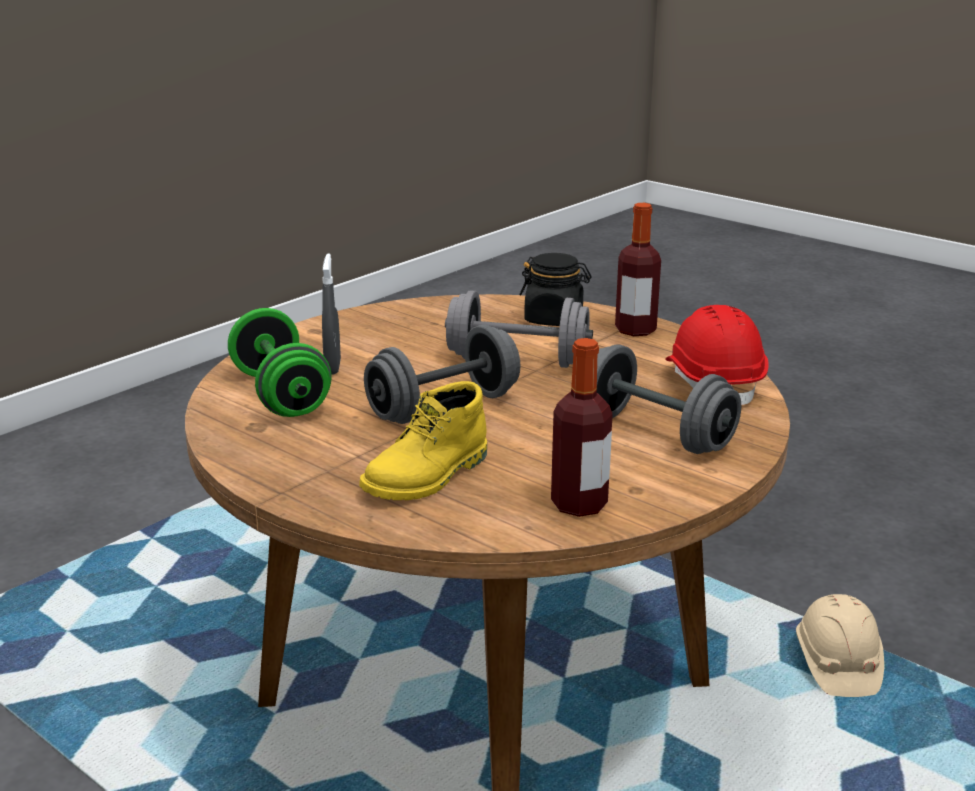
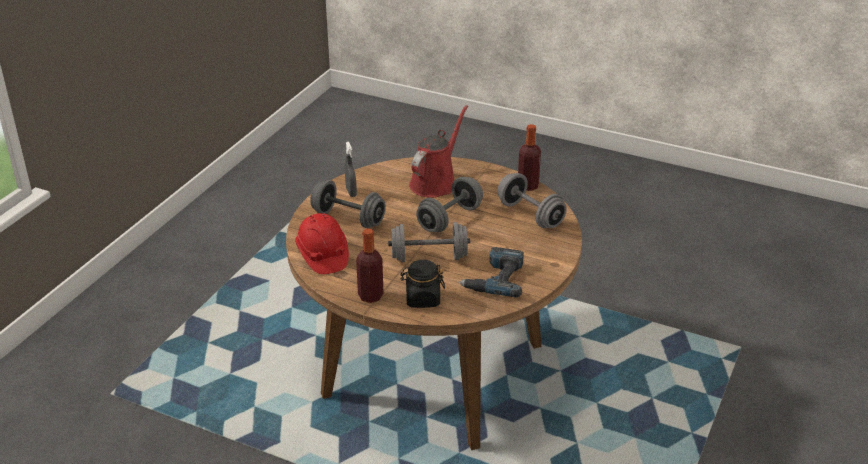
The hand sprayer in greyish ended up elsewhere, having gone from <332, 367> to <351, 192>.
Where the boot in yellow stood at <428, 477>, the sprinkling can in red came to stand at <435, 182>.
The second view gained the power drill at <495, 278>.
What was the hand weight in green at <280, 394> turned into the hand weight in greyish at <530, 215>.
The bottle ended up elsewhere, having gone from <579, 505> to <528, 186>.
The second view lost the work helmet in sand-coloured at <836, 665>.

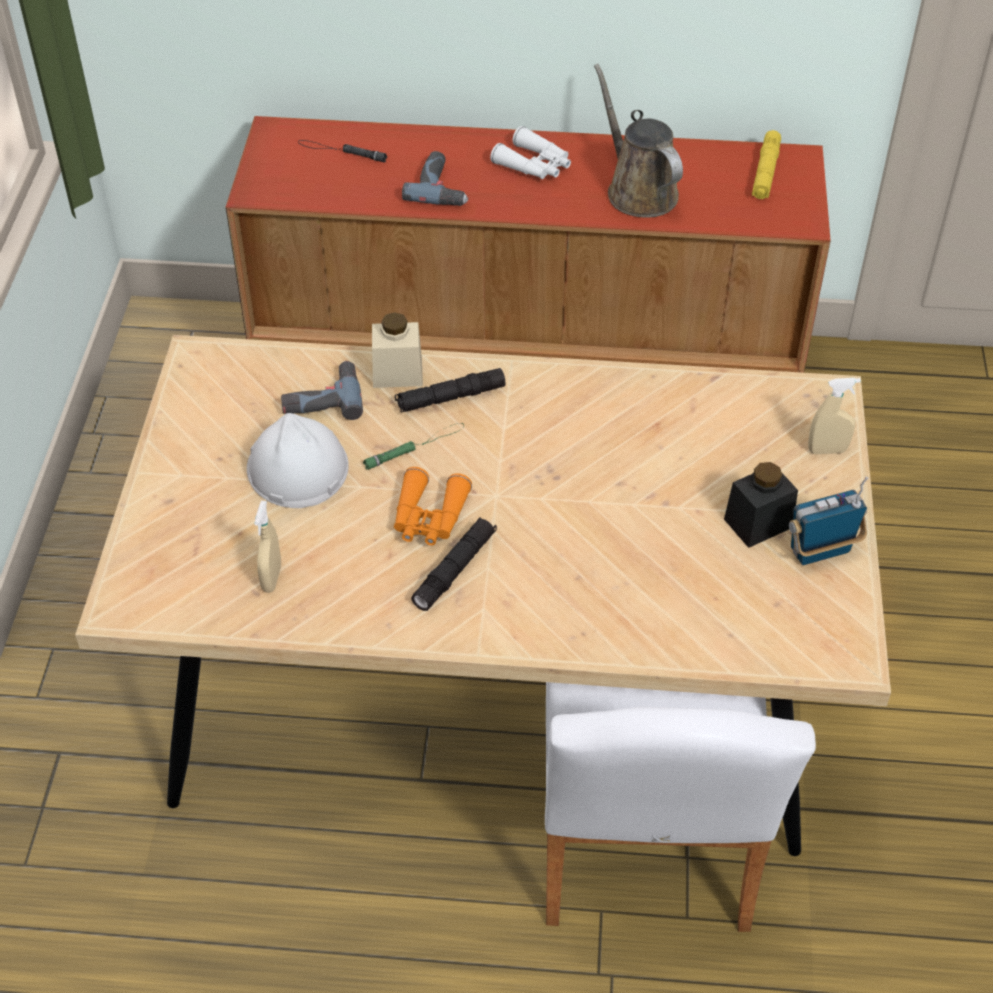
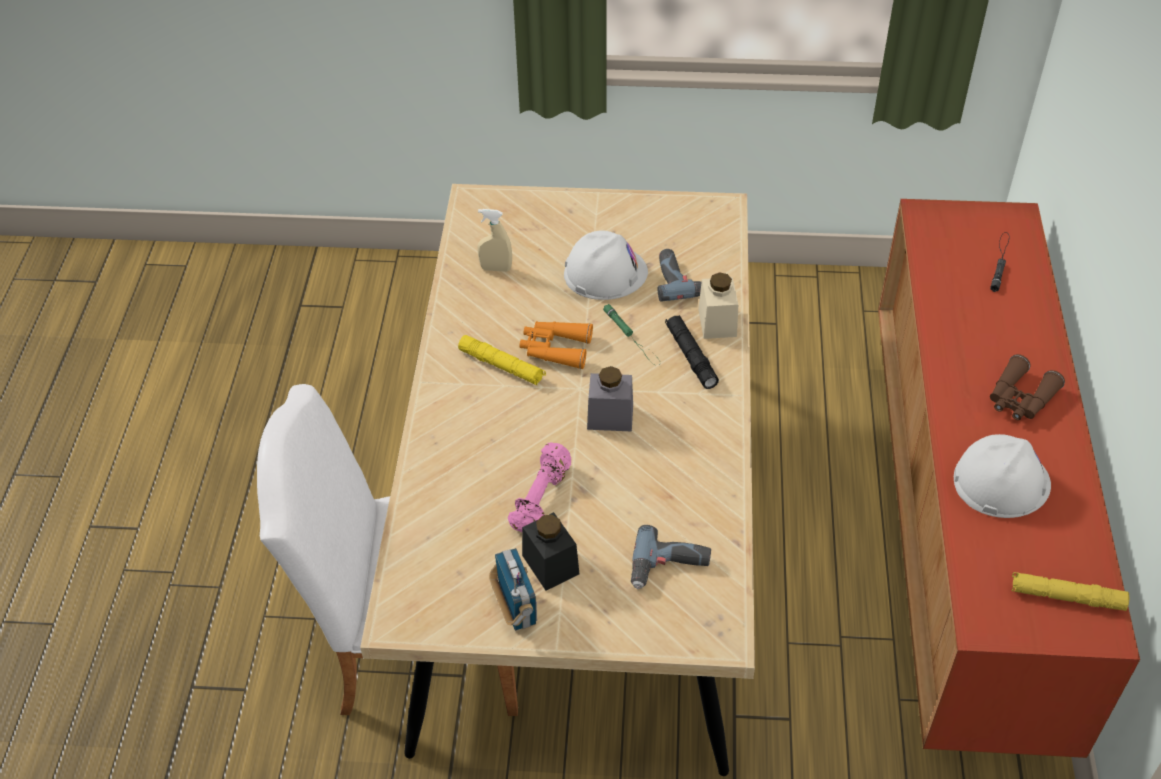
What was the hand torch in black at <455, 569> turned into the hand torch in yellow at <502, 366>.
The second view gained the hand weight in pink at <542, 498>.
The second view gained the preserve jar in greyish at <610, 417>.
The power drill ended up elsewhere, having gone from <441, 187> to <669, 568>.
Where the sprinkling can in brownish stood at <638, 190>, the work helmet in white-coloured came to stand at <1001, 481>.
What was the field glasses in white-coloured at <534, 165> turned into the field glasses in brownish at <1020, 398>.
The second view lost the hand sprayer in sand-coloured at <827, 450>.

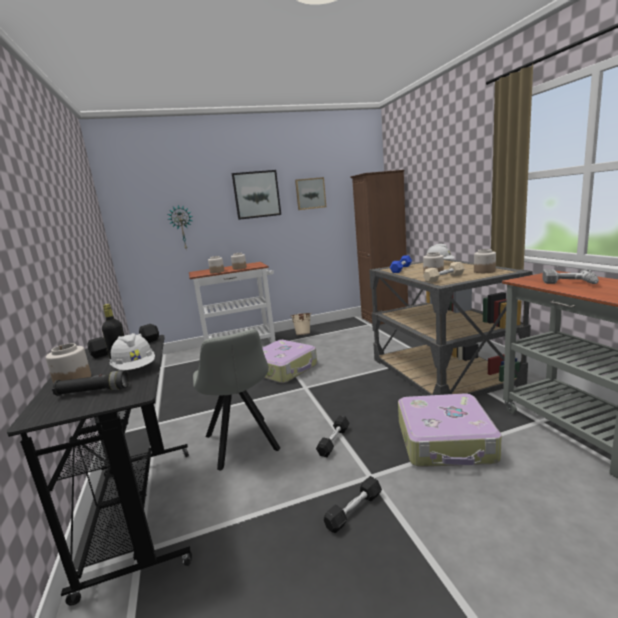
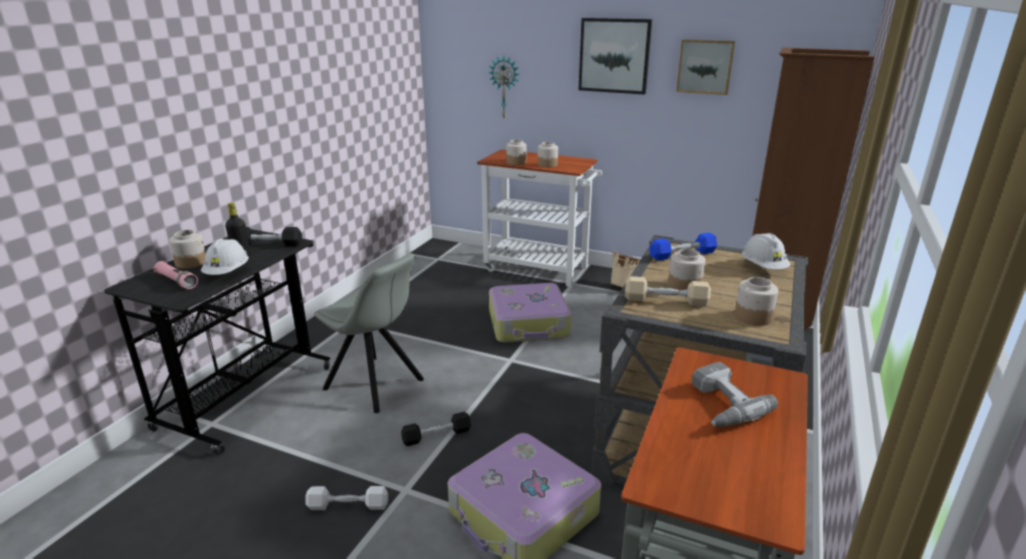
What was the hand torch in black at <93, 392> turned into the hand torch in pink at <177, 281>.
What was the hand weight in black at <354, 510> turned into the hand weight in white-coloured at <348, 505>.
The chair in greyish at <242, 443> ended up facing another way, 75 degrees counterclockwise from before.

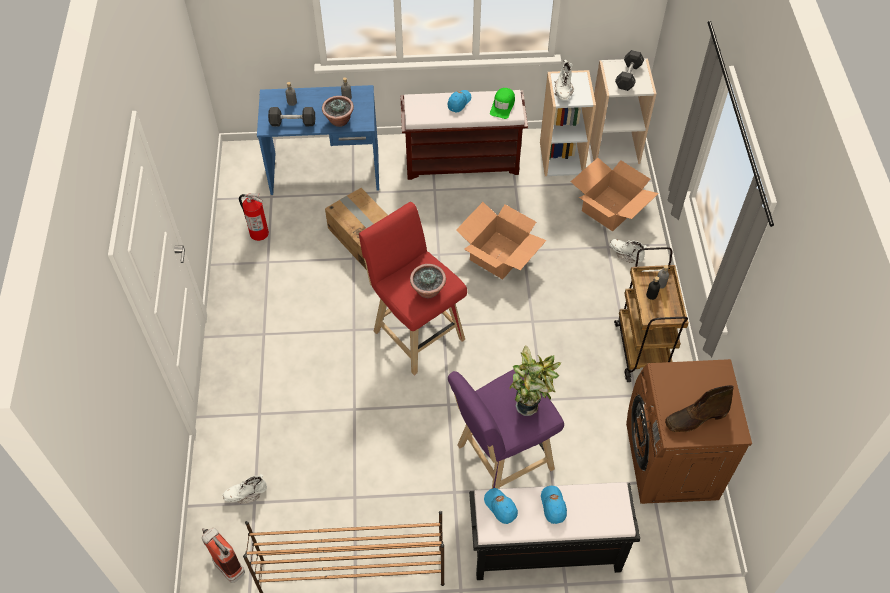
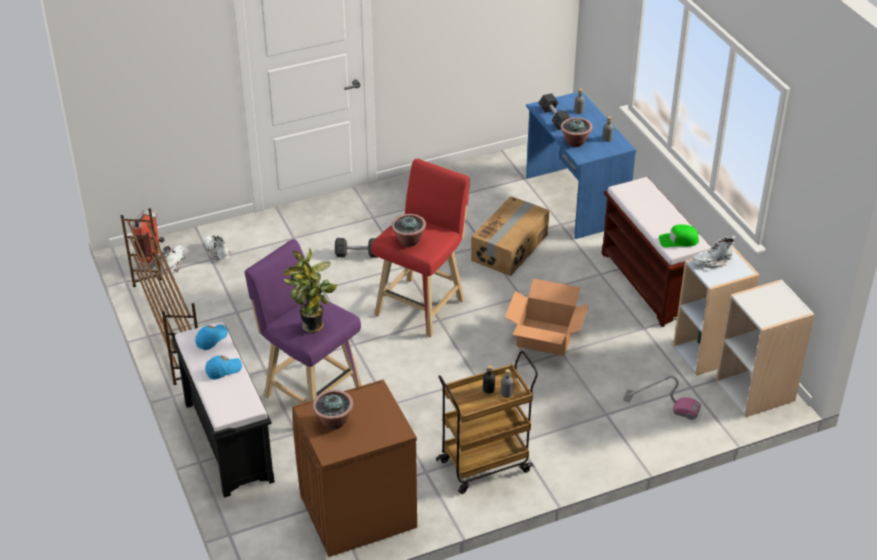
The boot in white-coloured ended up elsewhere, having gone from <626, 254> to <174, 264>.
Where the boot in brownish stood at <695, 418>, the houseplant came to stand at <334, 421>.
The hand weight in greyish ended up elsewhere, having gone from <628, 76> to <357, 254>.
Where the cardboard box stood at <609, 208>, the vacuum came to stand at <661, 405>.
The second view lost the extinguisher at <259, 233>.
The second view lost the cap in blue at <459, 102>.

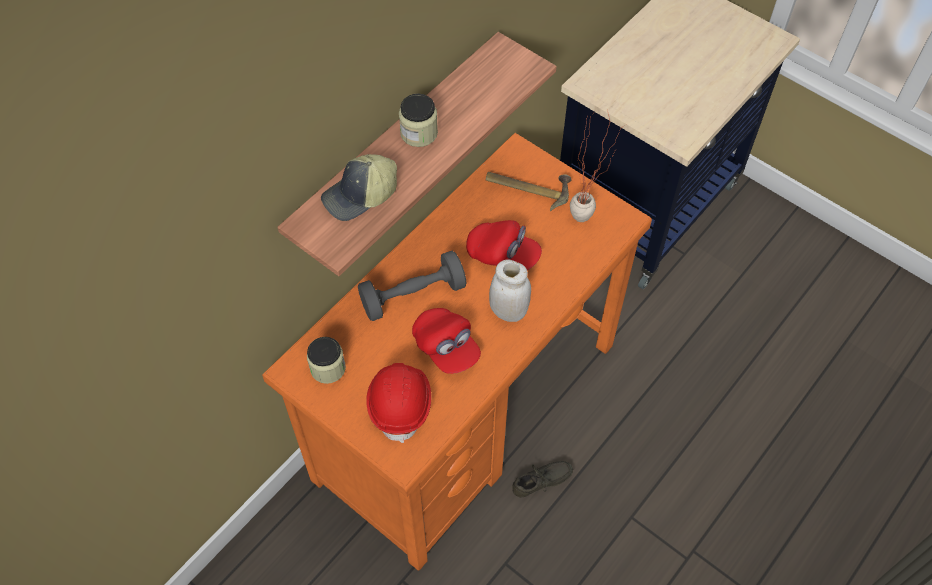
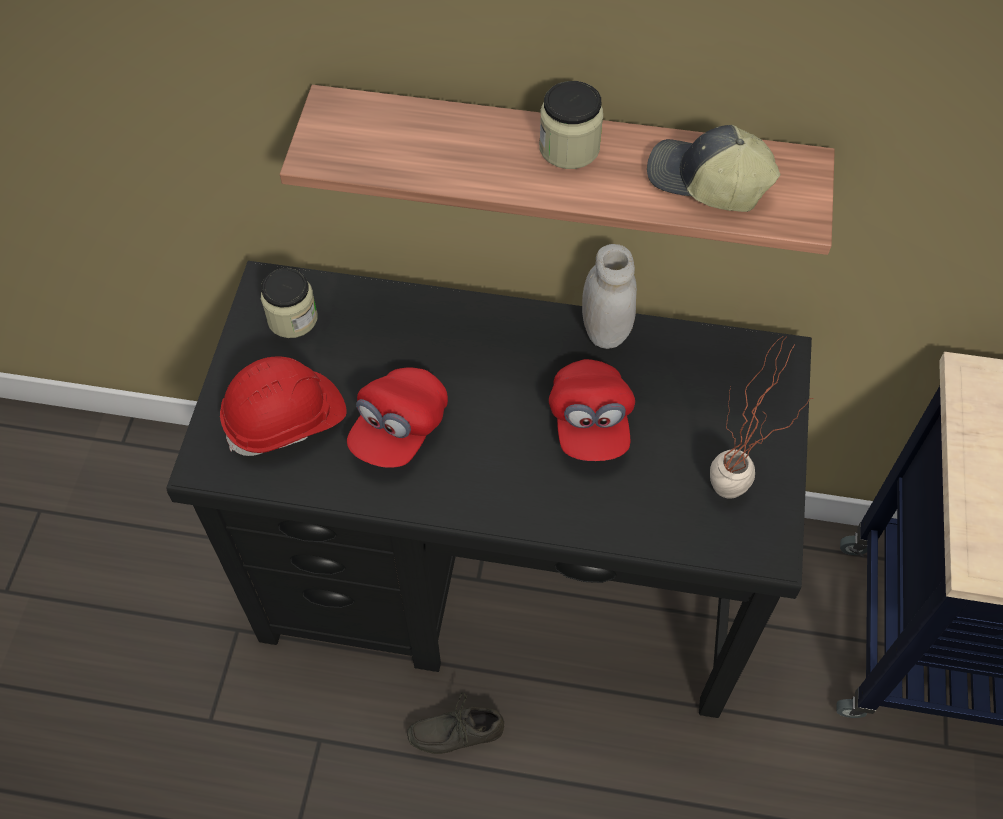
What was the desk in orangey at <465, 409> turned into the desk in black at <503, 580>.
The shoe in greyish at <543, 483> ended up facing another way, 135 degrees clockwise from before.
The preserve jar in white-coloured ended up elsewhere, having gone from <508, 311> to <605, 331>.
The cap ended up elsewhere, having gone from <360, 196> to <707, 182>.
The second view lost the hand weight in greyish at <413, 296>.
The second view lost the tool hammer at <528, 187>.

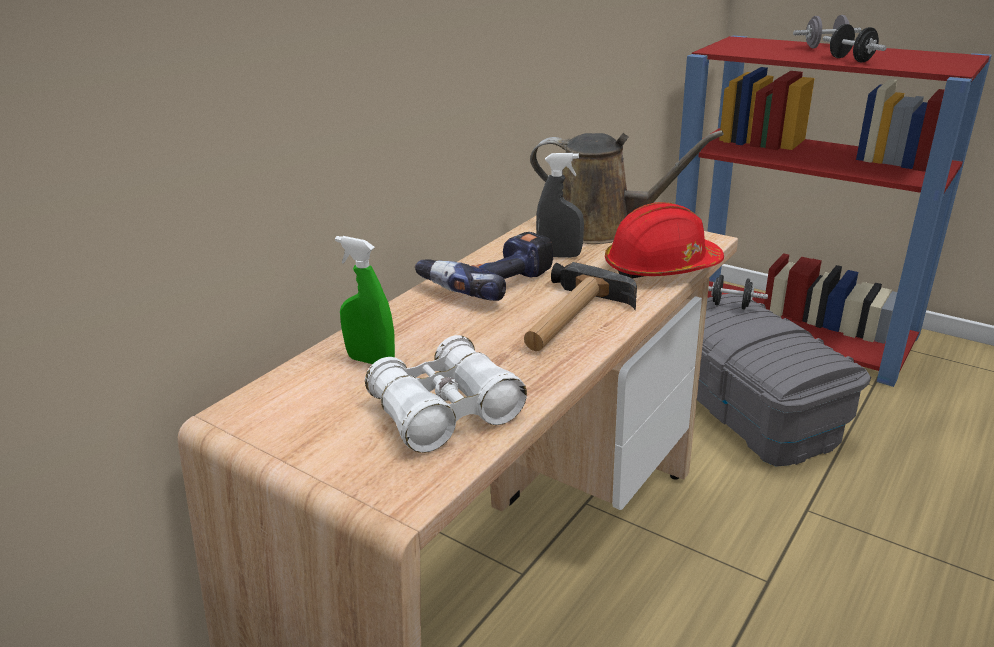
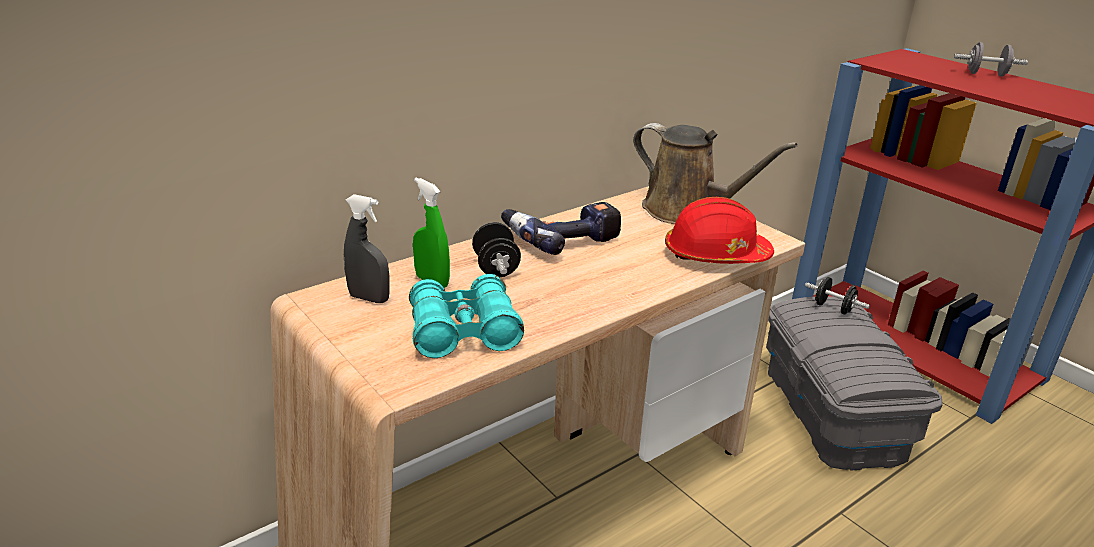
The hand sprayer in greyish ended up elsewhere, having gone from <559, 256> to <369, 298>.
What was the field glasses in white-coloured at <445, 411> turned into the field glasses in turquoise at <464, 332>.
The hand weight in black ended up elsewhere, having gone from <851, 60> to <496, 268>.
The second view lost the tool hammer at <570, 319>.

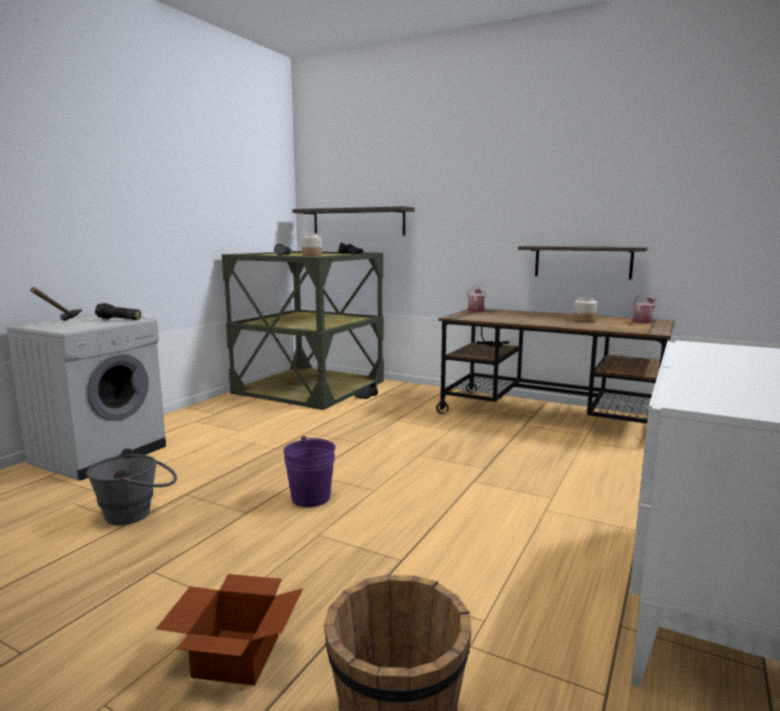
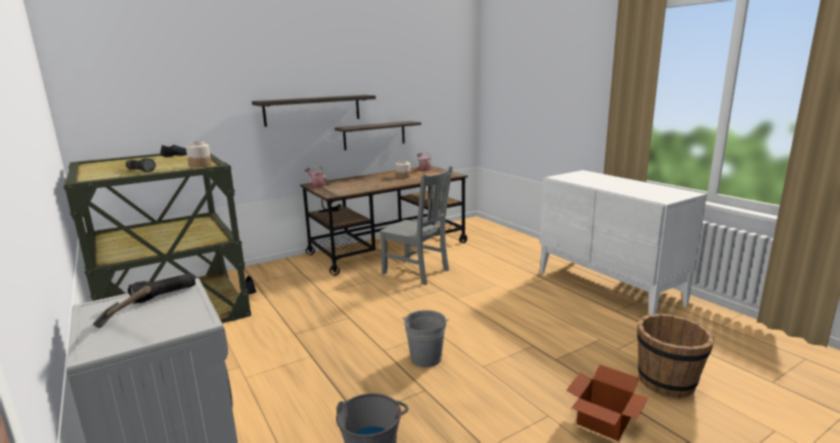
The wall shelf ended up elsewhere, having gone from <358, 222> to <313, 110>.
The second view gained the chair in greyish at <417, 272>.
What was the water bucket in purple at <311, 498> turned into the water bucket in greyish at <426, 358>.

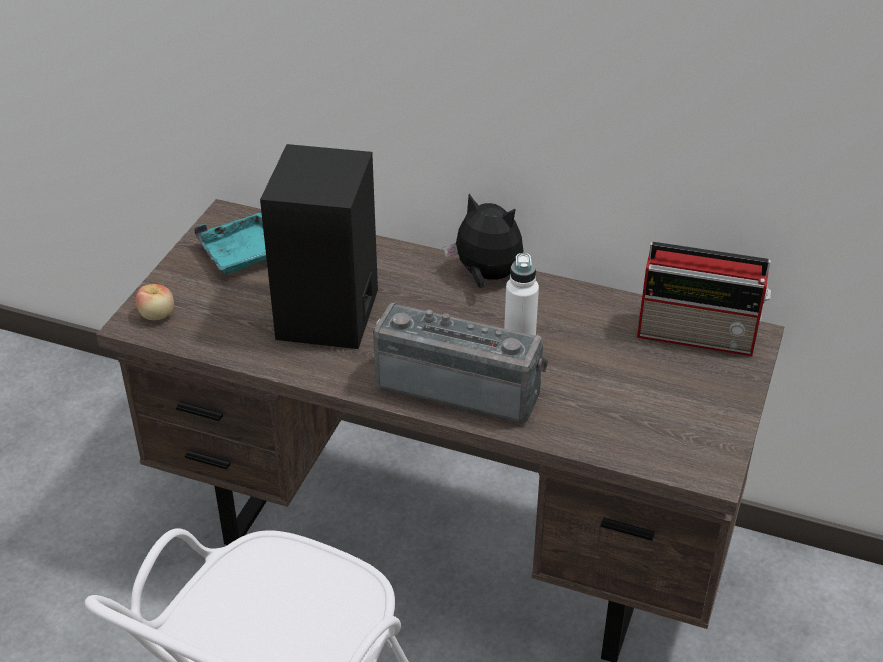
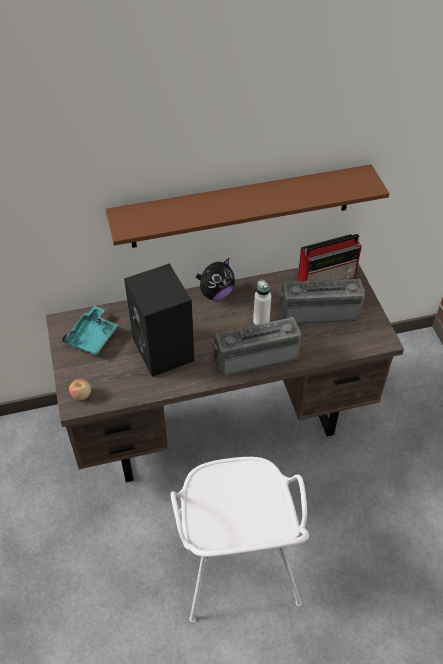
The second view gained the wall shelf in brownish at <241, 207>.
The soft toy at <486, 276> ended up facing another way, 150 degrees clockwise from before.
The second view gained the radio receiver at <318, 310>.

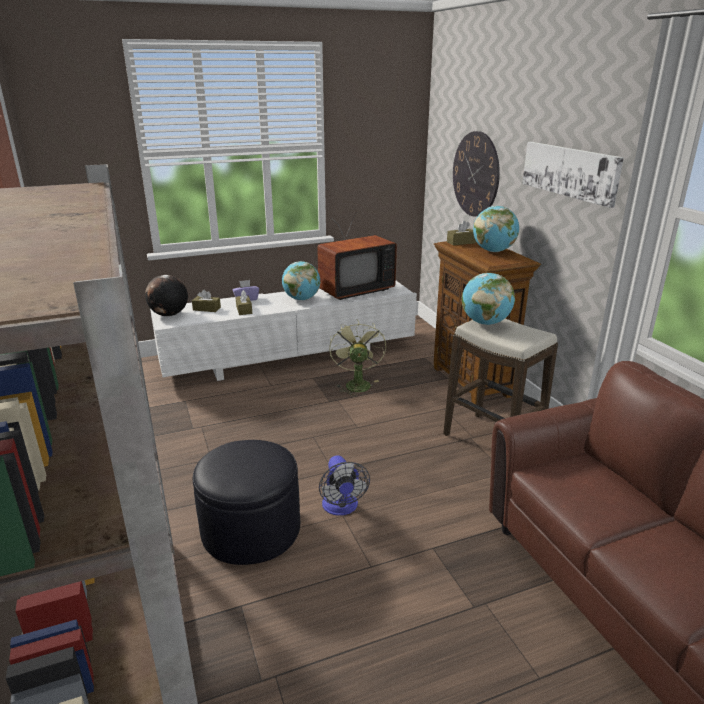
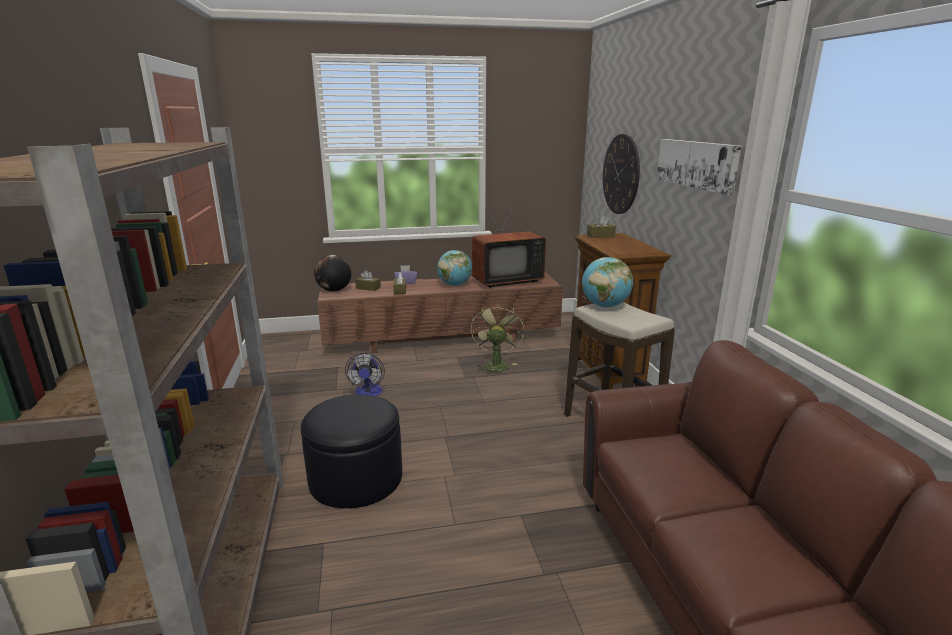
What was the media console in white-coloured at <289, 356> turned into the media console in brownish at <442, 337>.
The cooling fan ended up elsewhere, having gone from <341, 507> to <368, 393>.
The second view lost the globe at <493, 251>.

